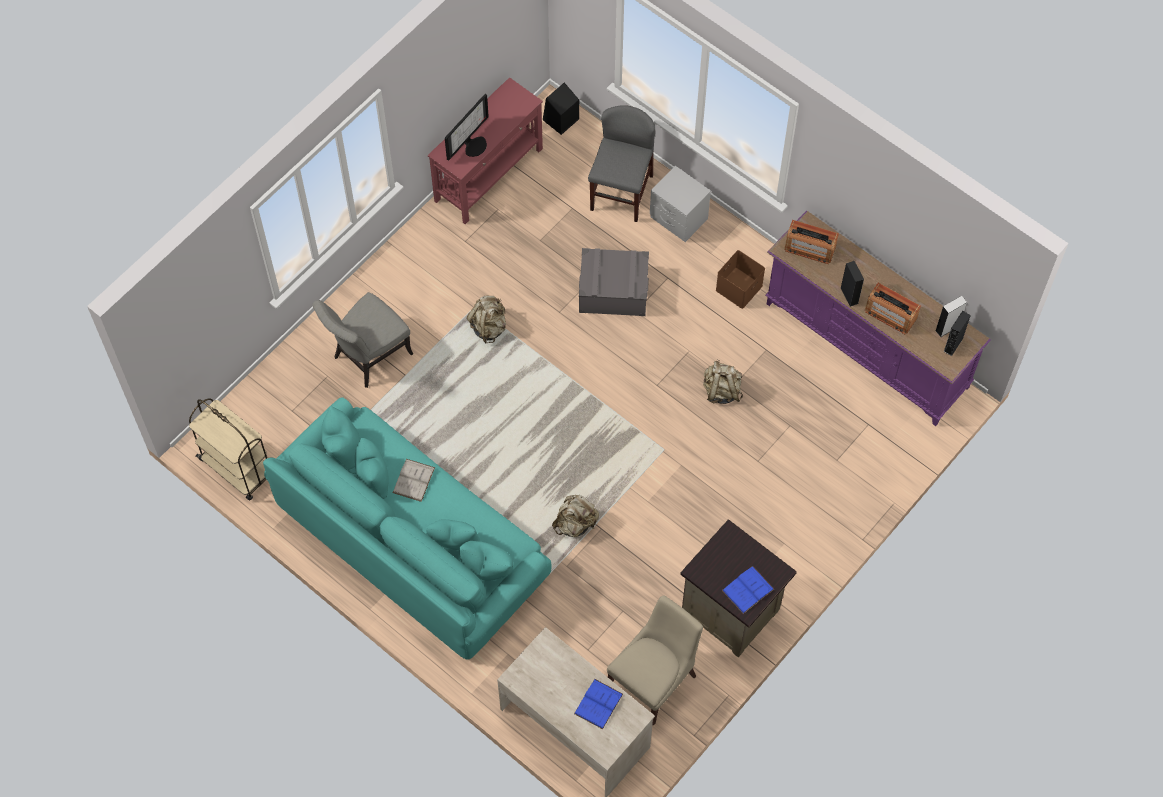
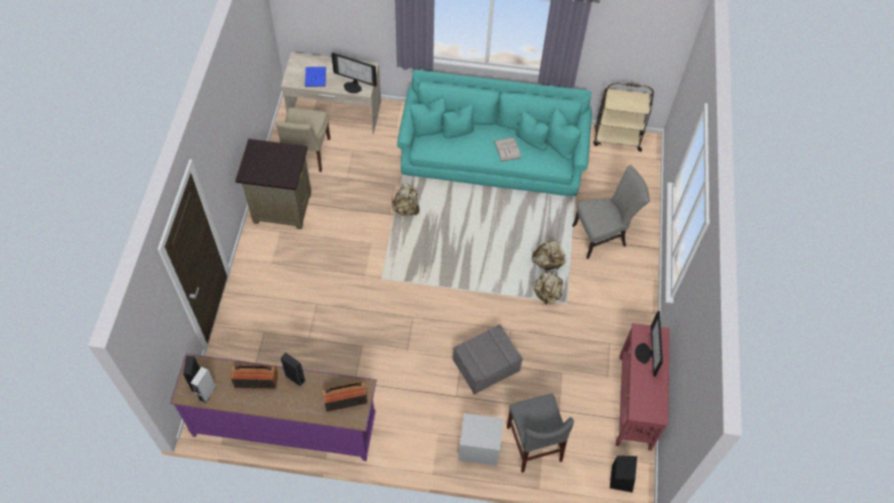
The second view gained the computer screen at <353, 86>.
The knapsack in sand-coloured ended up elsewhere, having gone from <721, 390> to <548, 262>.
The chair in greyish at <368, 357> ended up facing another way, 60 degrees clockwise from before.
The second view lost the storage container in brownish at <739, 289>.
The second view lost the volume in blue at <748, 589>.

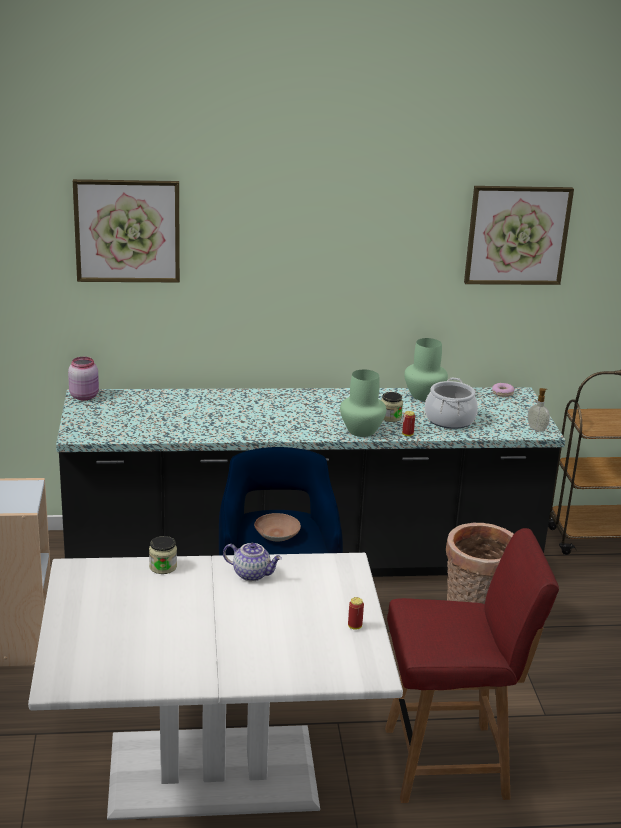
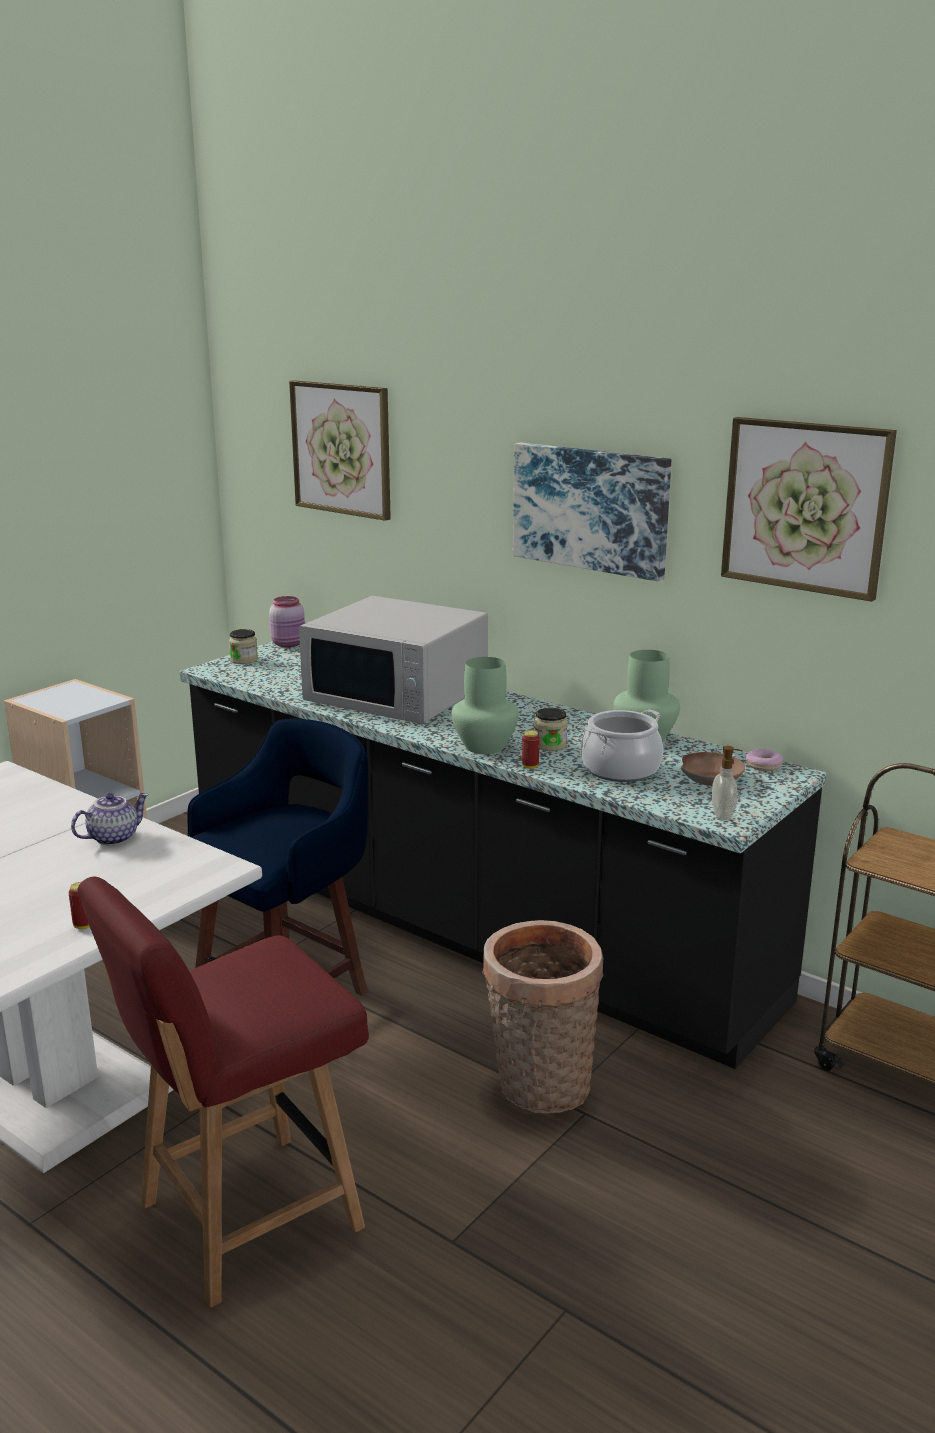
The teapot at <252, 574> ended up facing another way, 105 degrees counterclockwise from before.
The chair in red at <449, 763> ended up facing another way, 105 degrees clockwise from before.
The preserve jar ended up elsewhere, having gone from <163, 567> to <244, 660>.
The second view gained the kitchen microwave in white-coloured at <398, 695>.
The second view gained the wall art at <591, 509>.
The deep dish in brownish ended up elsewhere, having gone from <277, 533> to <711, 778>.

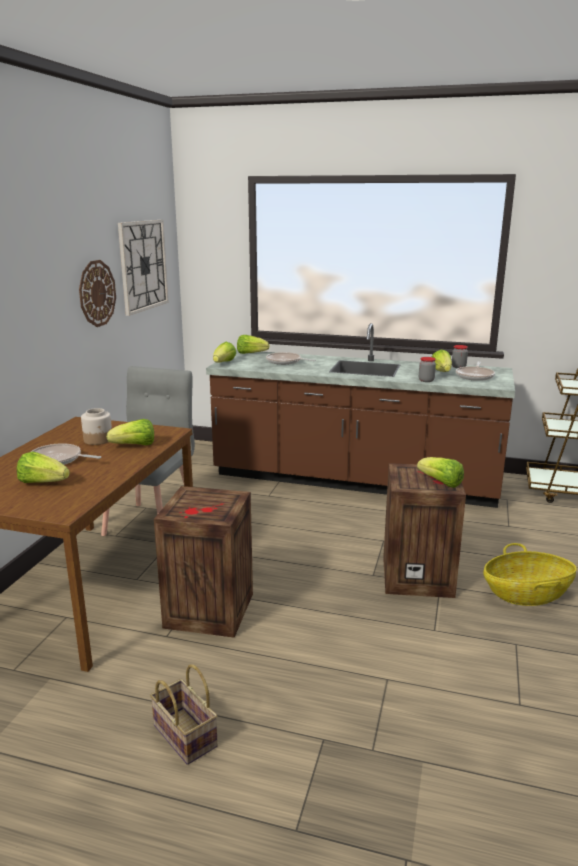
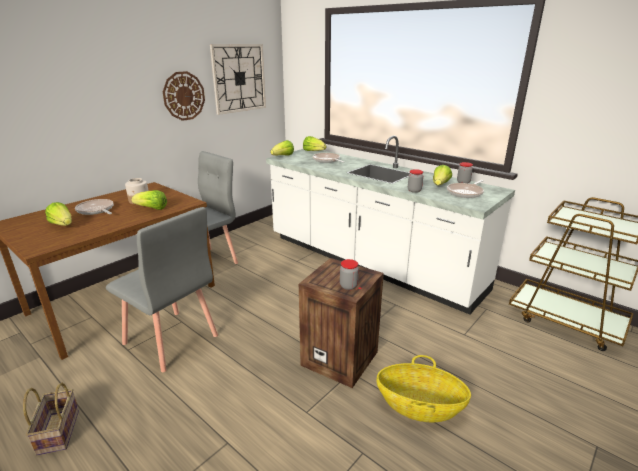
Where the packing crate stood at <210, 611>, the chair in greyish came to stand at <170, 340>.
What was the kitchen counter in brownish at <354, 481> turned into the kitchen counter in white-coloured at <370, 263>.
Where the lettuce head stood at <441, 483>, the preserve jar came to stand at <348, 286>.

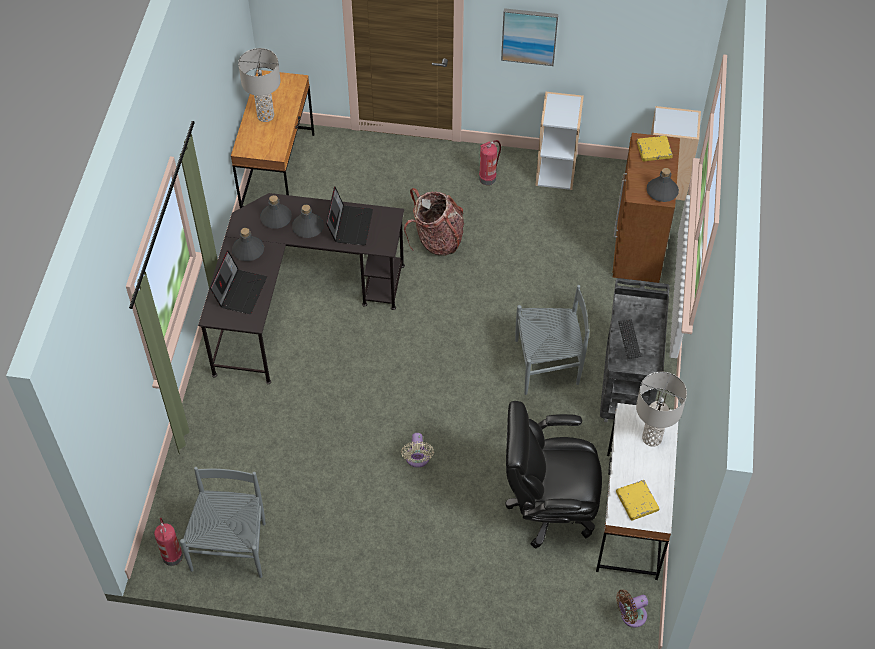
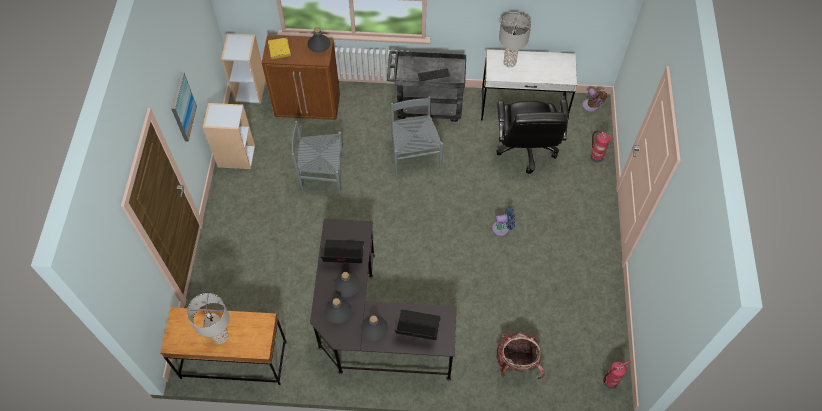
The chair in greyish ended up elsewhere, having gone from <231, 546> to <322, 175>.
What was the cooling fan in sand-coloured at <417, 459> turned into the cooling fan in blue at <502, 228>.
The knapsack ended up elsewhere, having gone from <437, 240> to <517, 362>.
The extinguisher ended up elsewhere, having gone from <488, 178> to <596, 156>.
The second view lost the volume in yellow at <637, 501>.

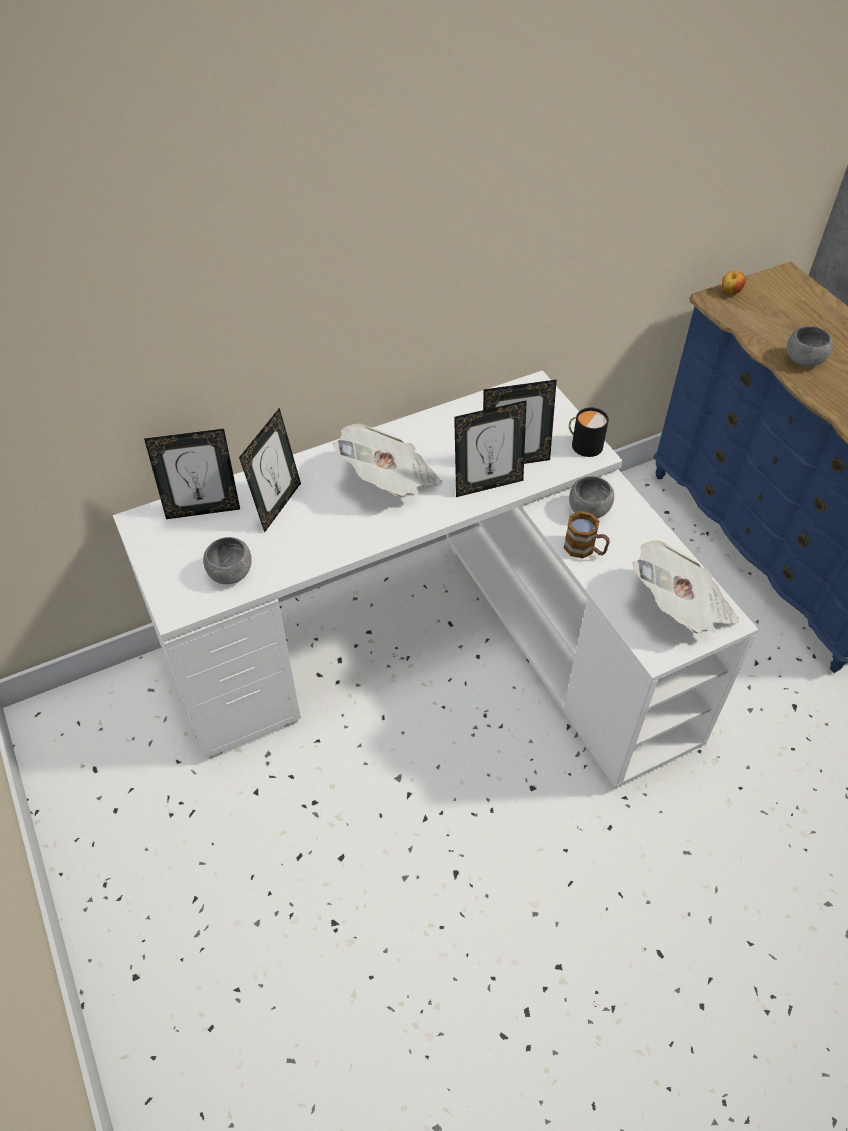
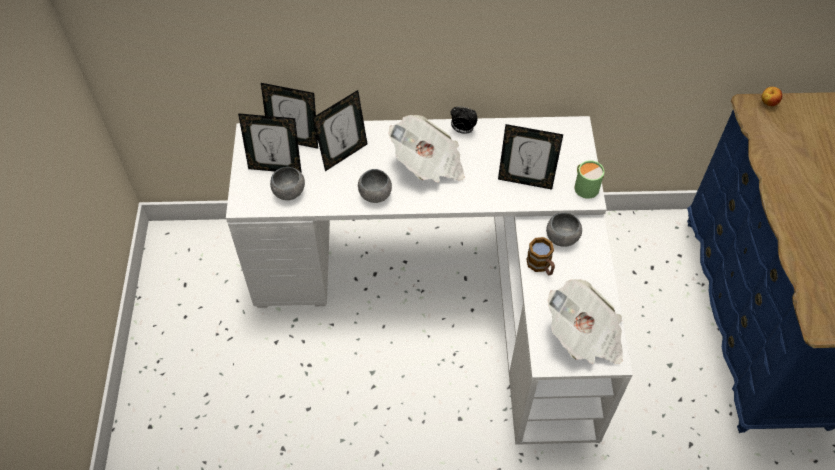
The standing frame ended up elsewhere, having gone from <487, 484> to <275, 167>.
The deep dish in greyish ended up elsewhere, having gone from <804, 360> to <375, 194>.
The second view gained the bedside clock at <462, 130>.
What was the tea mug in black at <584, 444> turned into the tea mug in green at <585, 186>.

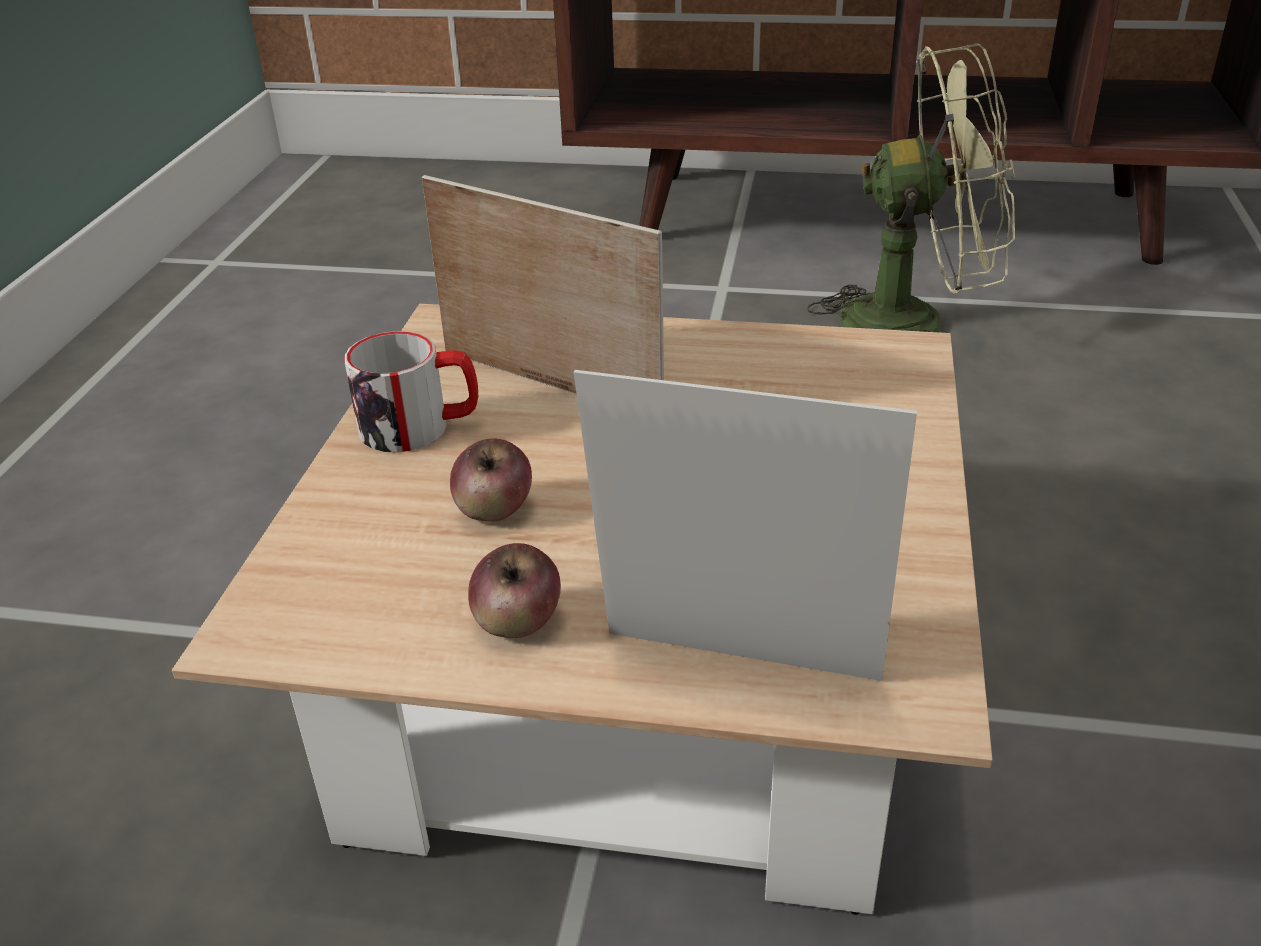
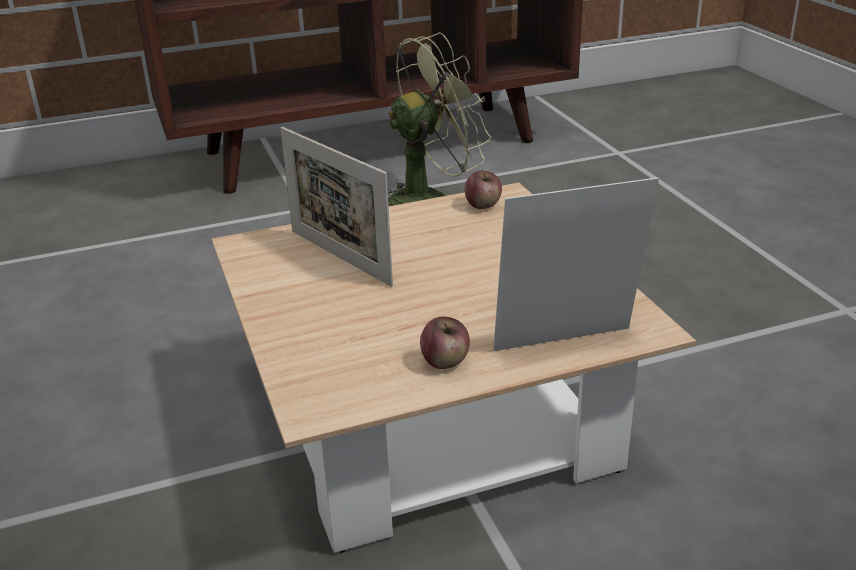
The standing frame at <549, 384> ended up facing another way, 135 degrees counterclockwise from before.
The apple fruit ended up elsewhere, having gone from <494, 510> to <483, 205>.
The second view lost the tea mug at <420, 427>.

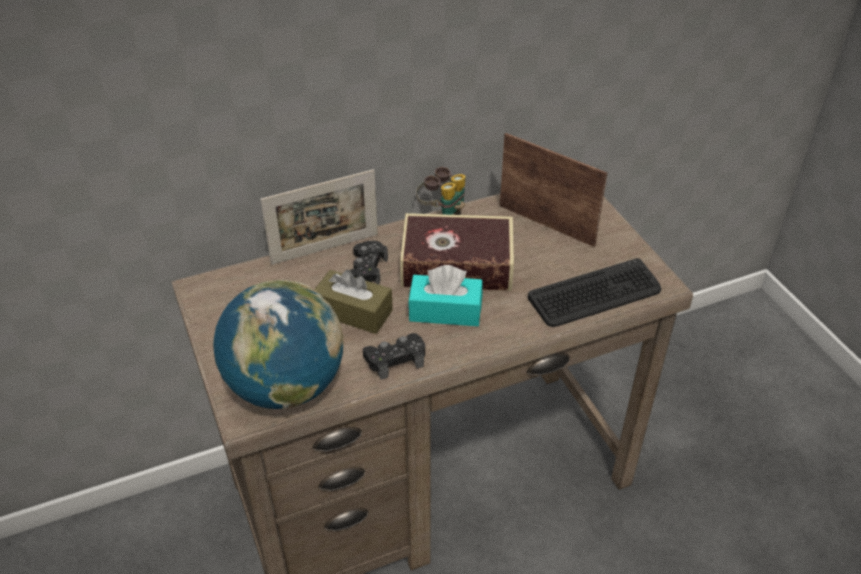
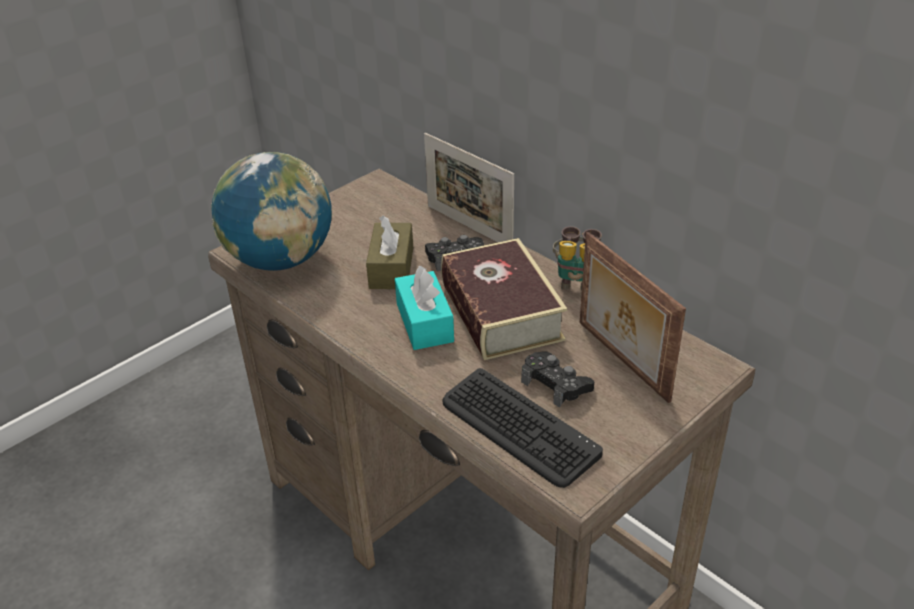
The gamepad in black ended up elsewhere, having gone from <395, 359> to <556, 384>.
The standing frame at <547, 224> ended up facing another way, 135 degrees clockwise from before.

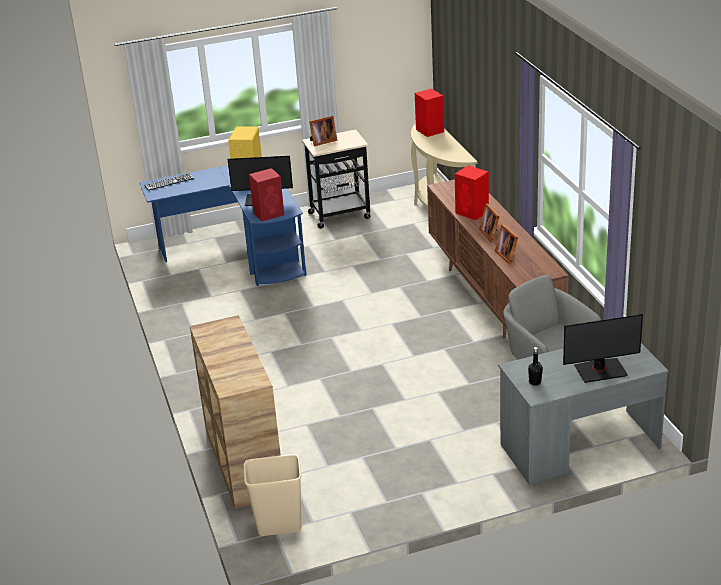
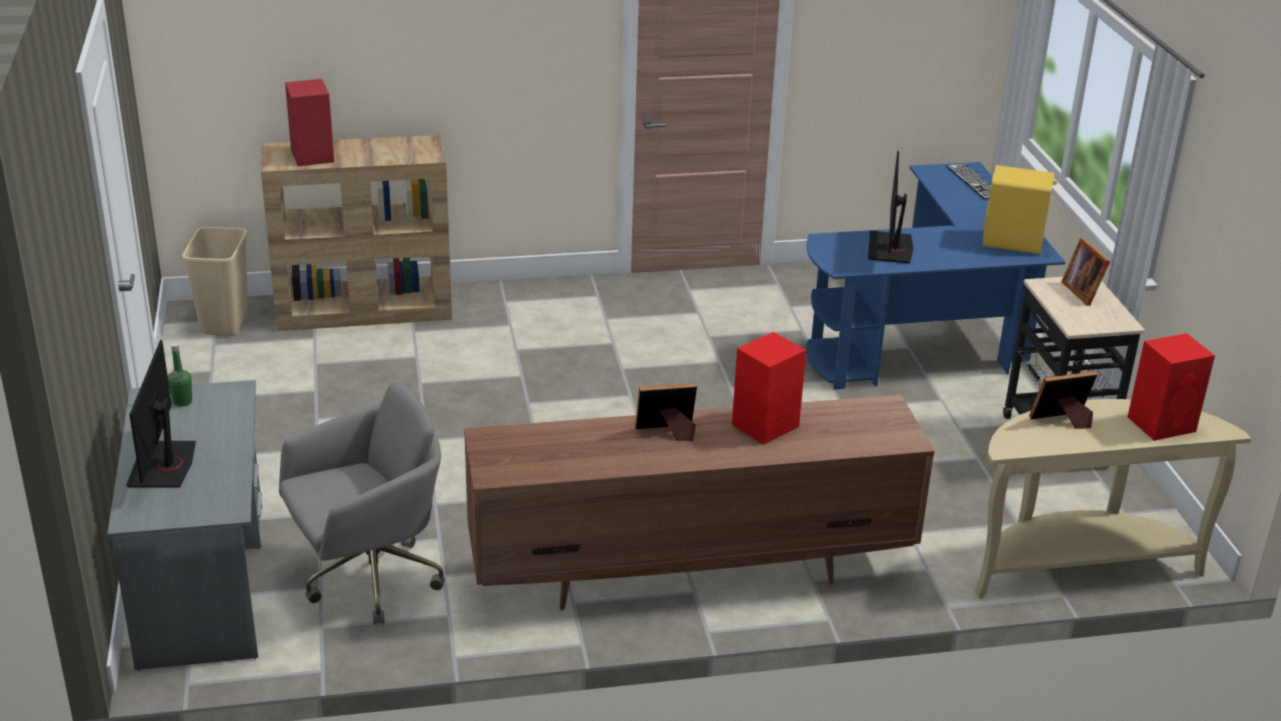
What was the bottle in black at <535, 382> turned into the bottle in green at <182, 401>.
The audio speaker in red ended up elsewhere, having gone from <269, 214> to <312, 156>.
The standing frame ended up elsewhere, having gone from <507, 255> to <1063, 421>.

